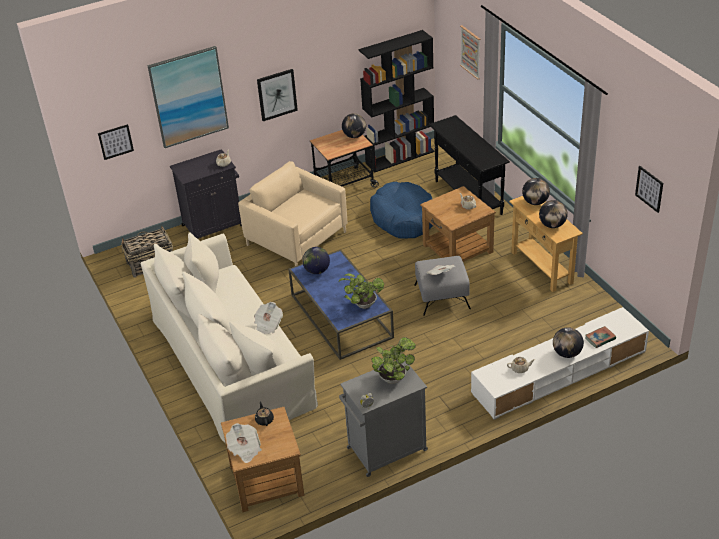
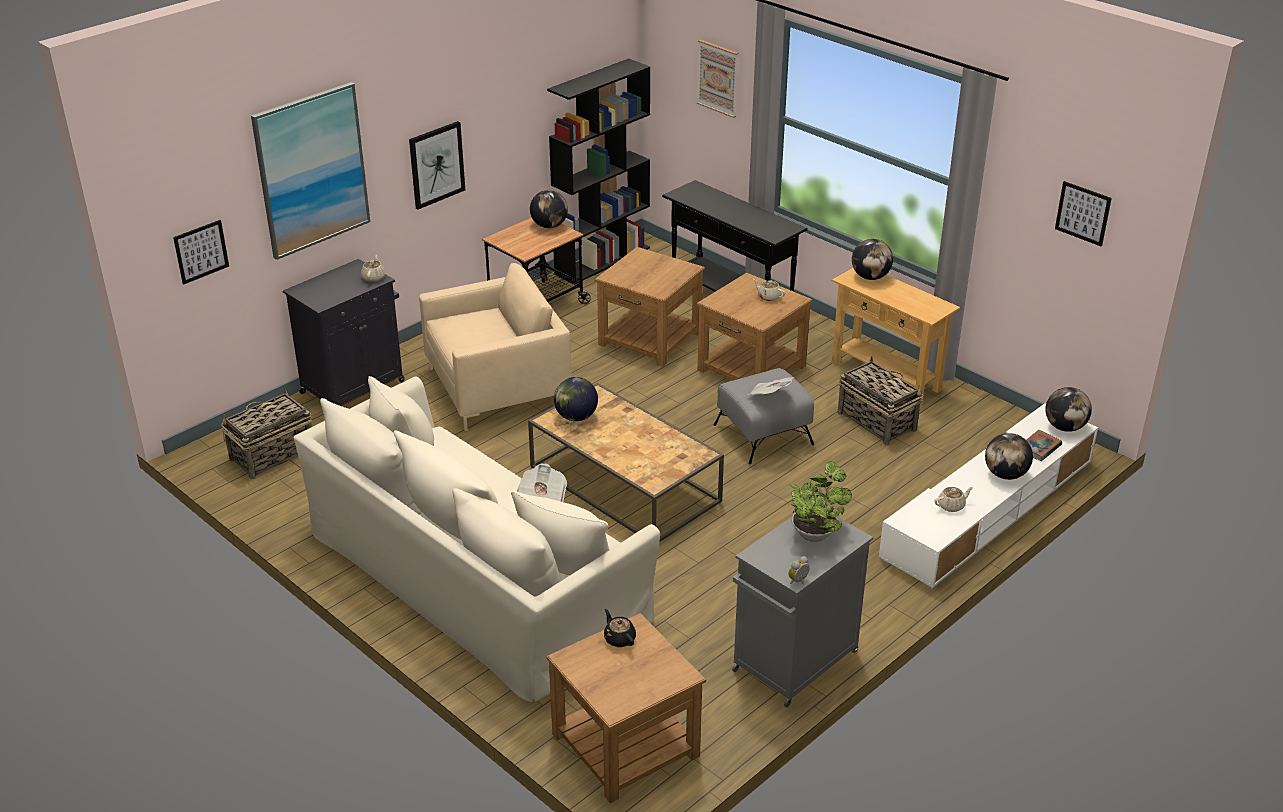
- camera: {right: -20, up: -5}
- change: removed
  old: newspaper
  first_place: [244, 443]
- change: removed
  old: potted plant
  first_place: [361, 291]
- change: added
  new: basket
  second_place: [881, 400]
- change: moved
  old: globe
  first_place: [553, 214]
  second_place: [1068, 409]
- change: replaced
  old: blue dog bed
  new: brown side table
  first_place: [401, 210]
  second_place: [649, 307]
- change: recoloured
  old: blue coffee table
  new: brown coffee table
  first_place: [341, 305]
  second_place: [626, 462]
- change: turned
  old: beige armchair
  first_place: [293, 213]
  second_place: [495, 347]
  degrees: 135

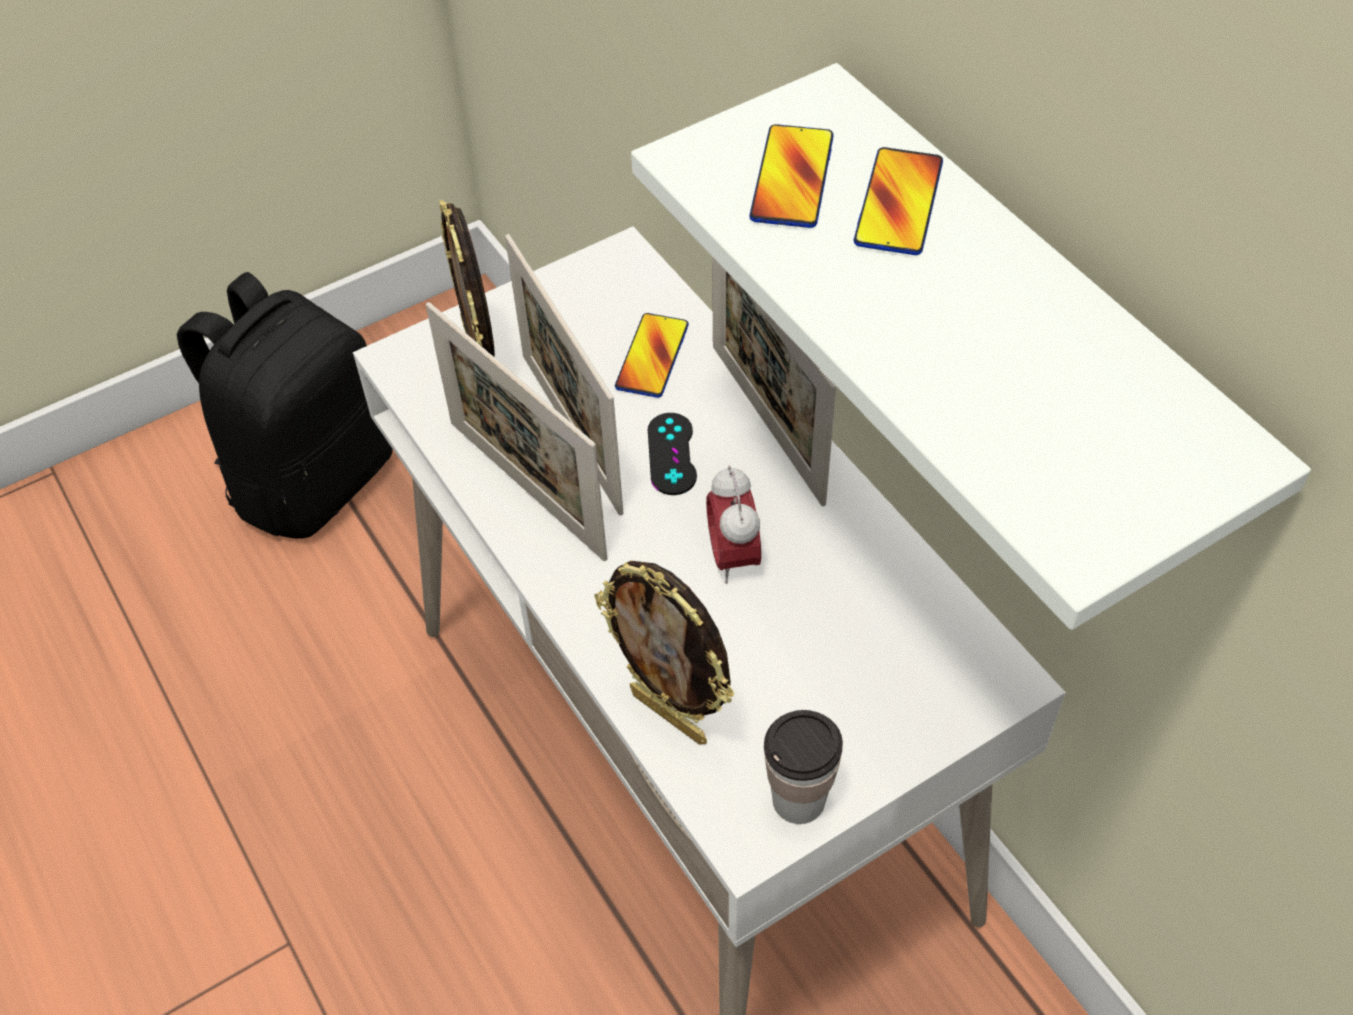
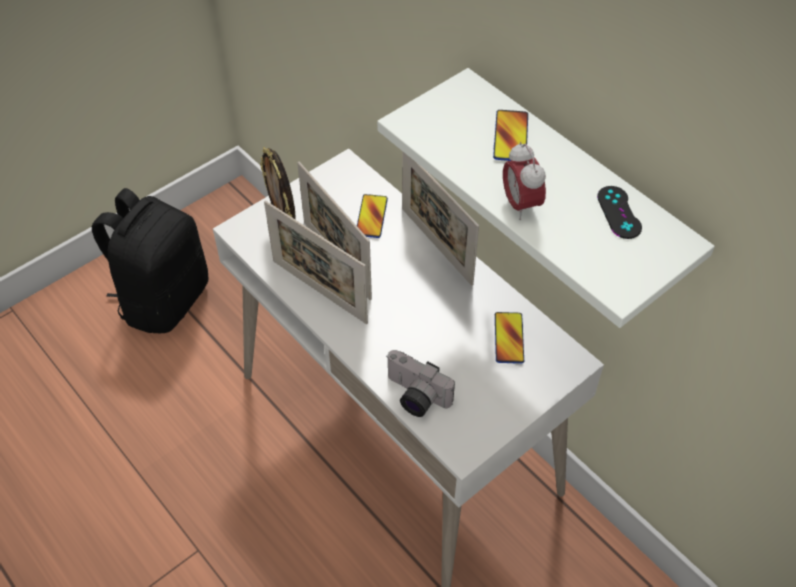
- camera: {right: -10, up: 0}
- change: removed
  old: cup
  first_place: [803, 767]
- change: moved
  old: black game controller
  first_place: [672, 454]
  second_place: [619, 212]
- change: moved
  old: alarm clock
  first_place: [733, 525]
  second_place: [524, 181]
- change: moved
  old: phone
  first_place: [791, 176]
  second_place: [509, 338]
- change: replaced
  old: picture frame
  new: photo camera
  first_place: [664, 653]
  second_place: [421, 383]

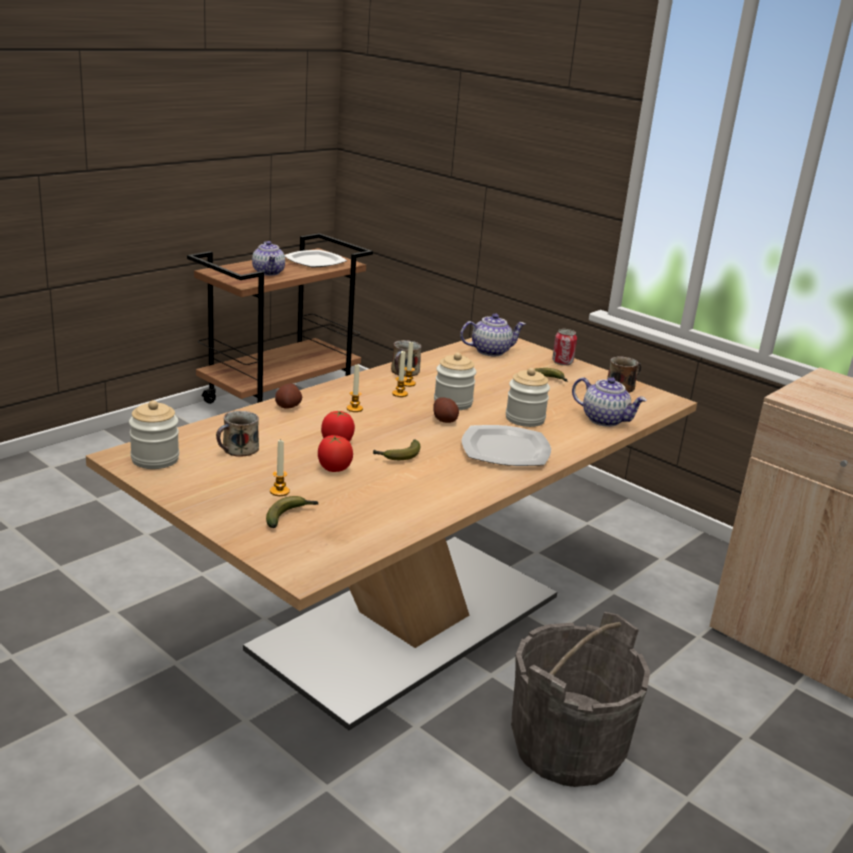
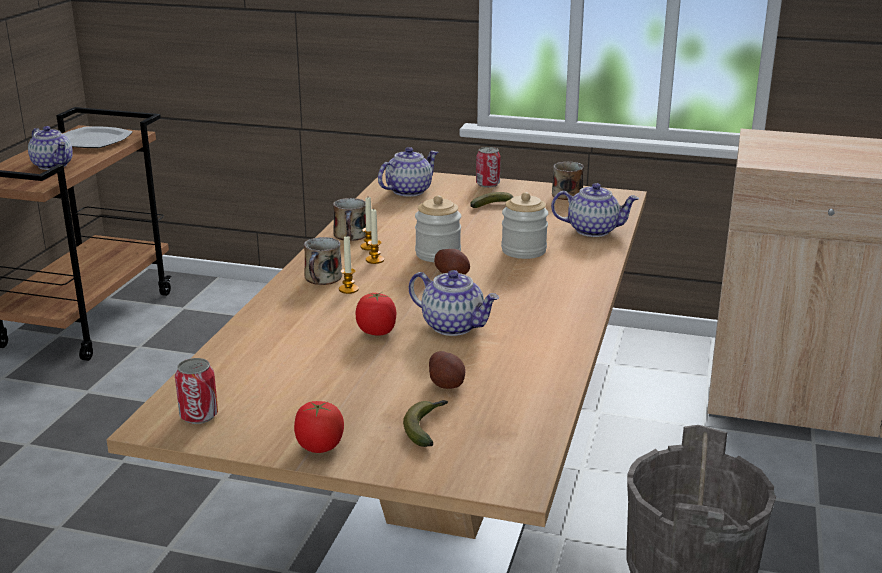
- camera: {right: -25, up: 0}
- change: removed
  old: candle
  first_place: [280, 468]
- change: removed
  old: plate
  first_place: [506, 445]
- change: moved
  old: mug
  first_place: [237, 434]
  second_place: [323, 261]
- change: moved
  old: potato
  first_place: [288, 396]
  second_place: [447, 370]
- change: moved
  old: tomato
  first_place: [335, 453]
  second_place: [319, 427]
- change: replaced
  old: jar
  new: can
  first_place: [154, 434]
  second_place: [196, 391]
- change: replaced
  old: banana
  new: teapot
  first_place: [396, 449]
  second_place: [454, 303]

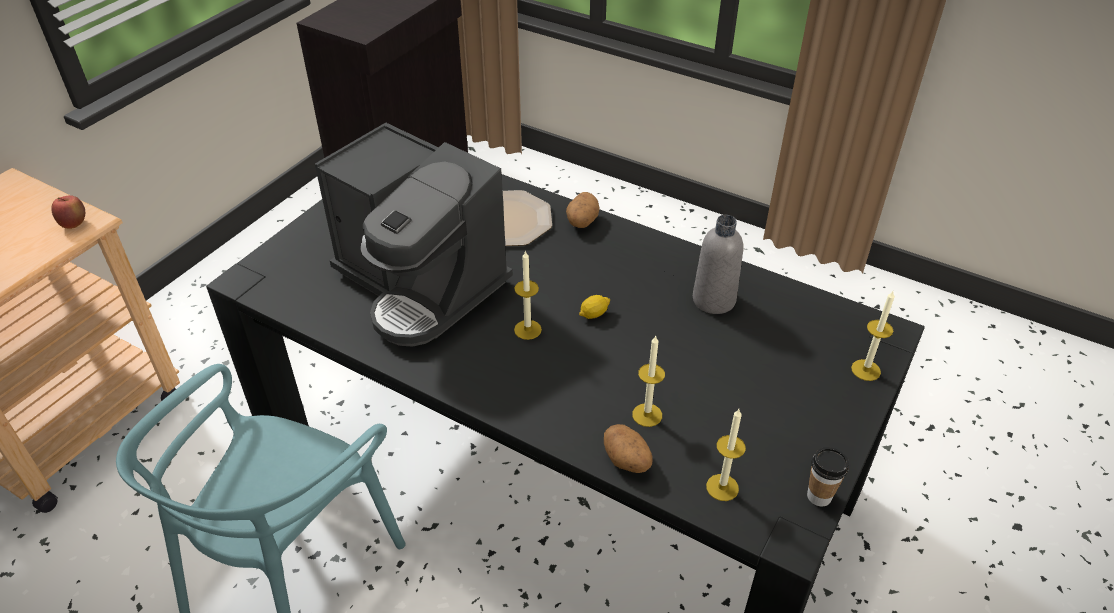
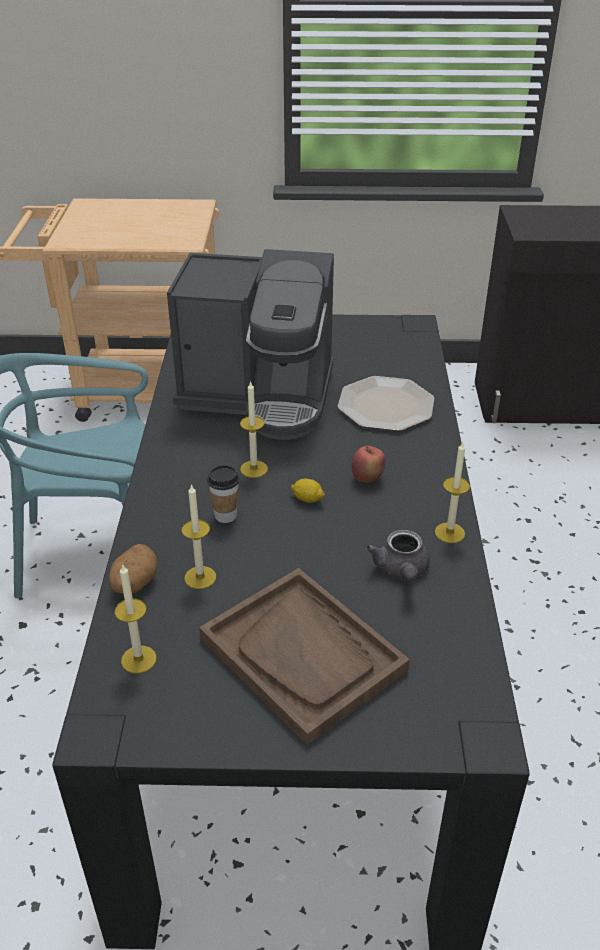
- camera: {right: 60, up: -5}
- change: removed
  old: potato
  first_place: [583, 210]
- change: added
  new: brown tray
  second_place: [304, 656]
- change: moved
  old: apple
  first_place: [68, 212]
  second_place: [369, 464]
- change: moved
  old: cup
  first_place: [828, 477]
  second_place: [223, 494]
- change: moved
  old: candle
  first_place: [873, 336]
  second_place: [452, 492]
- change: replaced
  old: grey bottle
  new: grey teapot
  first_place: [718, 264]
  second_place: [398, 556]
- change: turned
  old: coffee machine
  first_place: [414, 234]
  second_place: [250, 344]
  degrees: -90

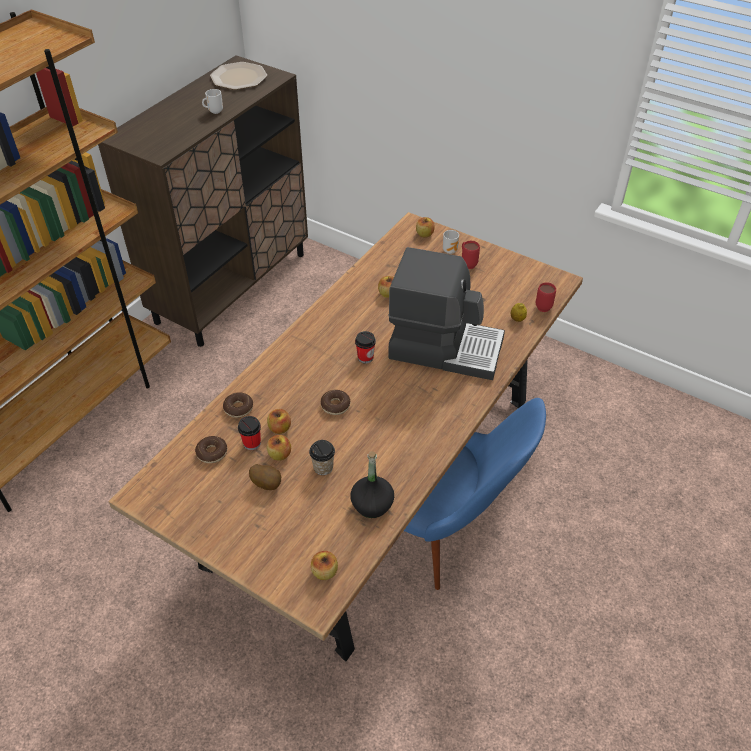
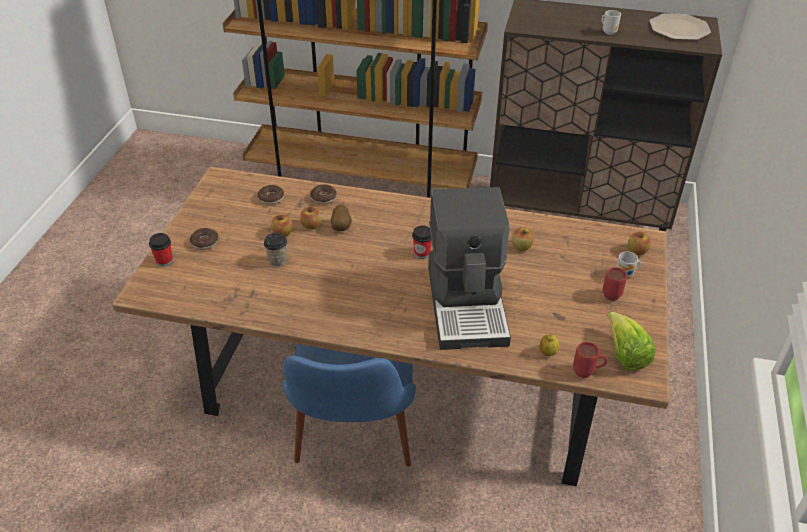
- camera: {right: 70, up: -5}
- change: removed
  old: apple
  first_place: [324, 565]
- change: removed
  old: black bottle
  first_place: [372, 484]
- change: added
  new: lettuce
  second_place: [632, 341]
- change: moved
  old: cup
  first_place: [249, 433]
  second_place: [161, 250]
- change: moved
  old: potato
  first_place: [265, 477]
  second_place: [341, 218]
- change: moved
  old: donut
  first_place: [335, 402]
  second_place: [204, 239]

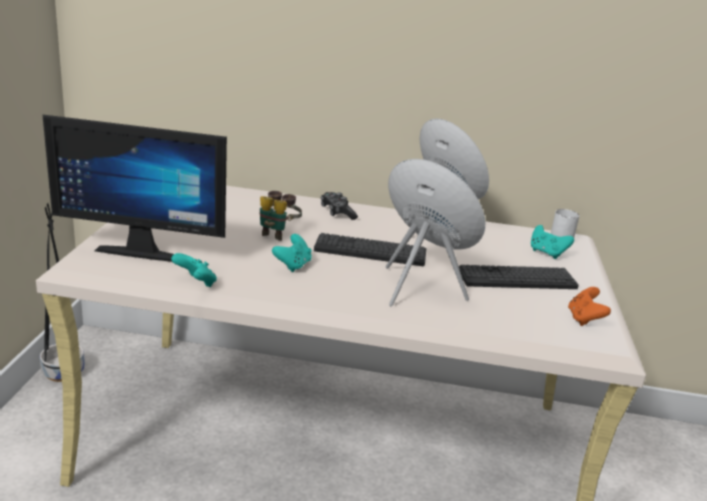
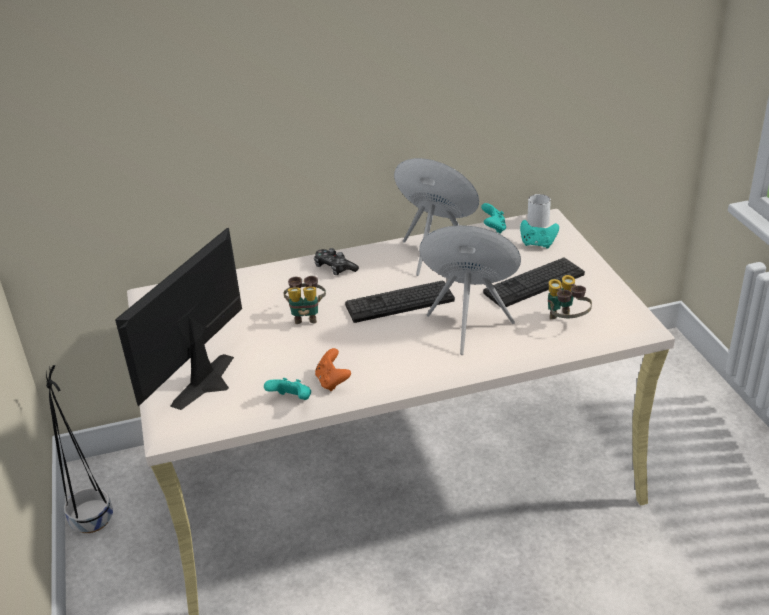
- camera: {right: -20, up: 10}
- change: added
  new: binoculars
  second_place: [570, 297]
- change: moved
  old: turquoise game controller
  first_place: [292, 253]
  second_place: [493, 218]
- change: moved
  old: orange game controller
  first_place: [589, 306]
  second_place: [333, 369]
- change: turned
  old: monitor
  first_place: [134, 188]
  second_place: [178, 319]
  degrees: 135

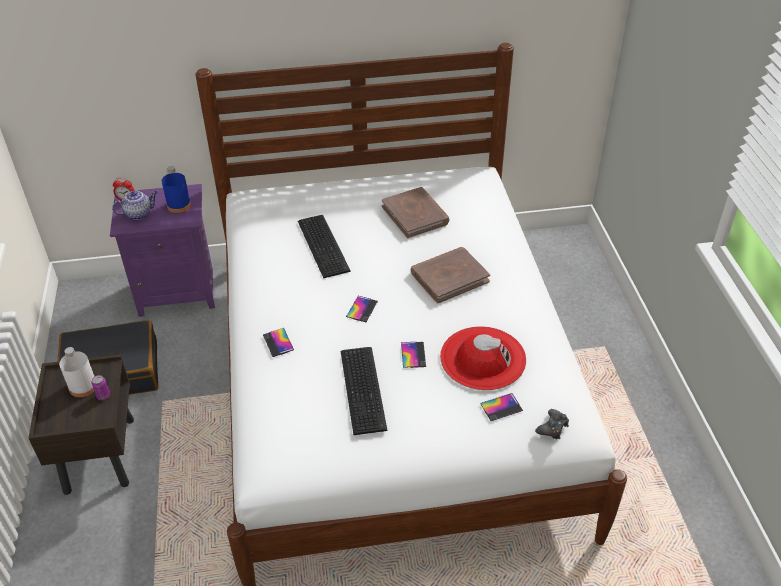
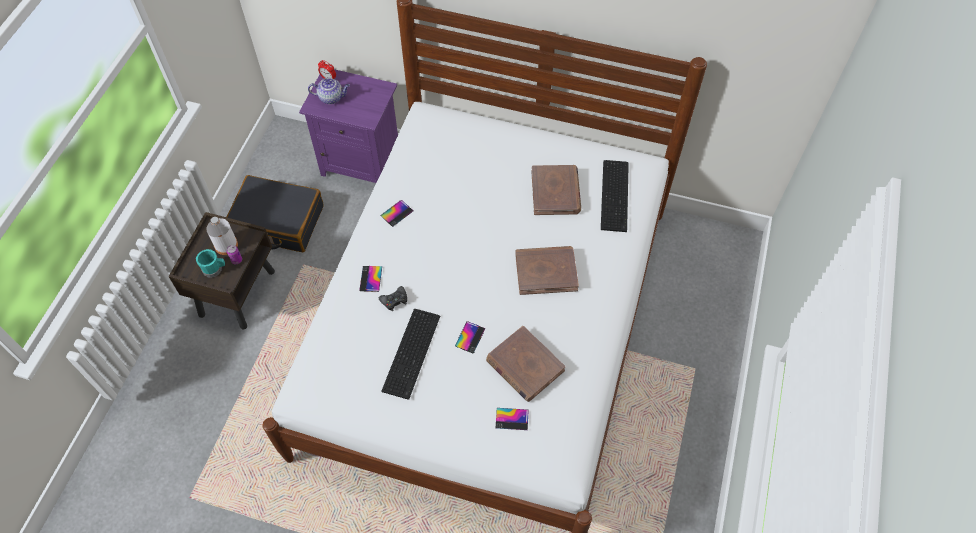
- camera: {right: 25, up: 15}
- change: removed
  old: blue bottle
  first_place: [176, 189]
- change: added
  new: turquoise mug
  second_place: [210, 263]
- change: moved
  old: keyboard
  first_place: [324, 246]
  second_place: [615, 196]
- change: moved
  old: phone
  first_place: [362, 309]
  second_place: [396, 213]
- change: moved
  old: black game controller
  first_place: [552, 424]
  second_place: [393, 298]
- change: replaced
  old: red hat
  new: brown book
  first_place: [483, 358]
  second_place: [526, 364]

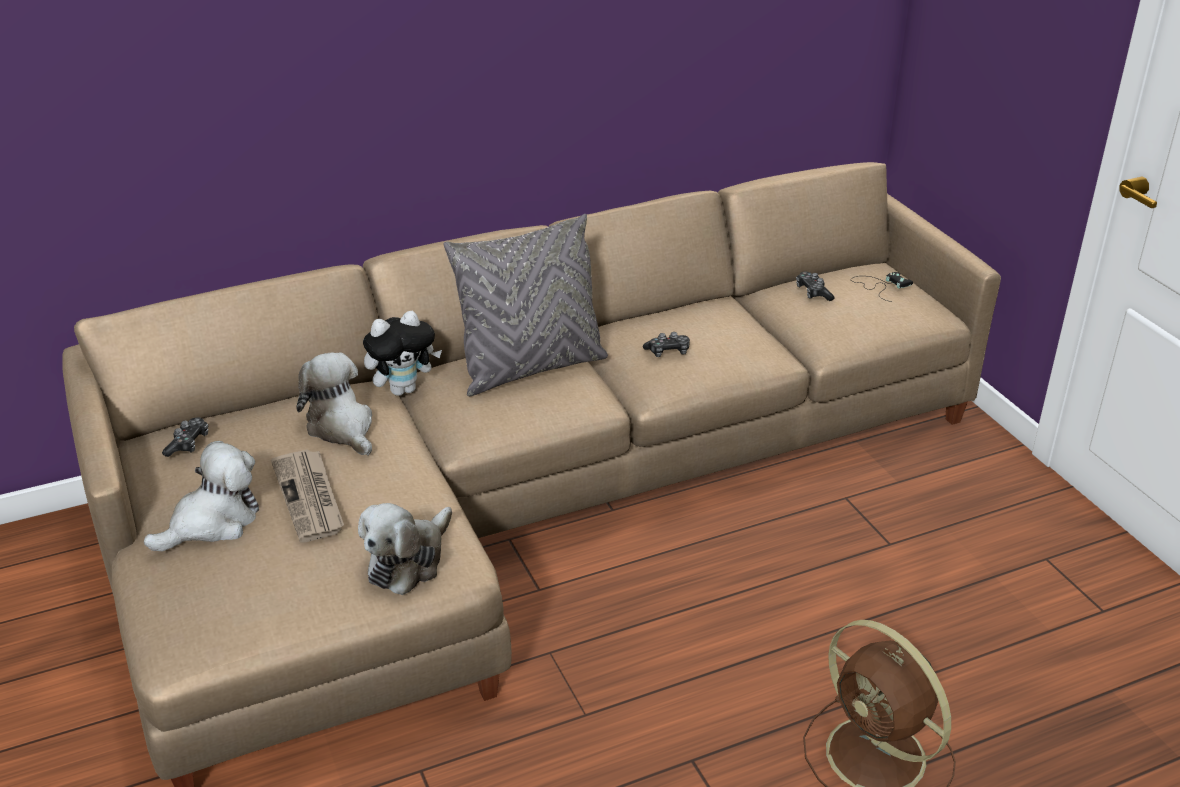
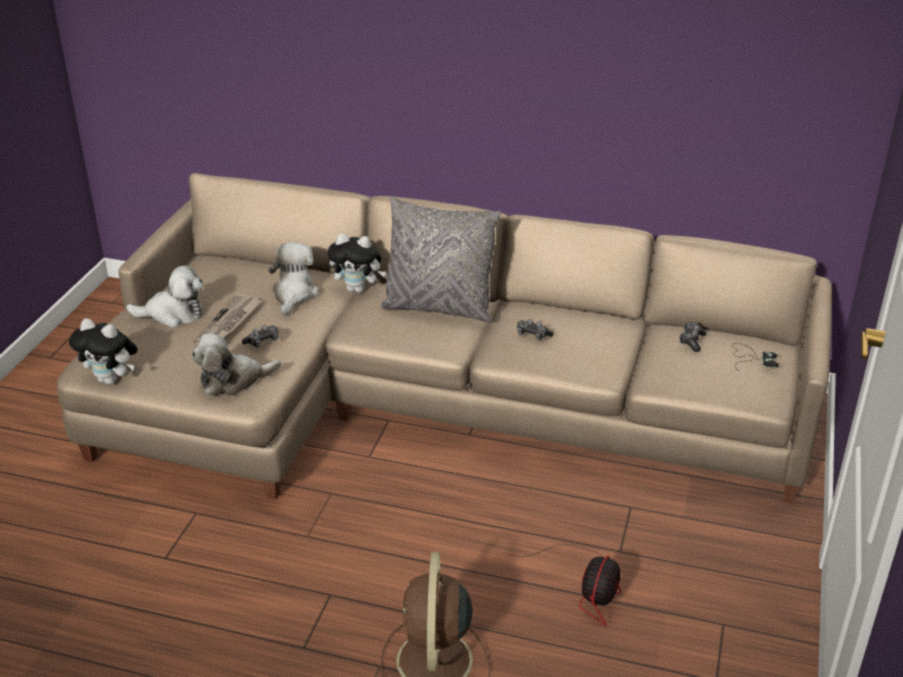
- camera: {right: 40, up: 0}
- change: added
  new: plush toy
  second_place: [103, 351]
- change: added
  new: fan
  second_place: [561, 585]
- change: moved
  old: game controller
  first_place: [185, 437]
  second_place: [260, 336]

